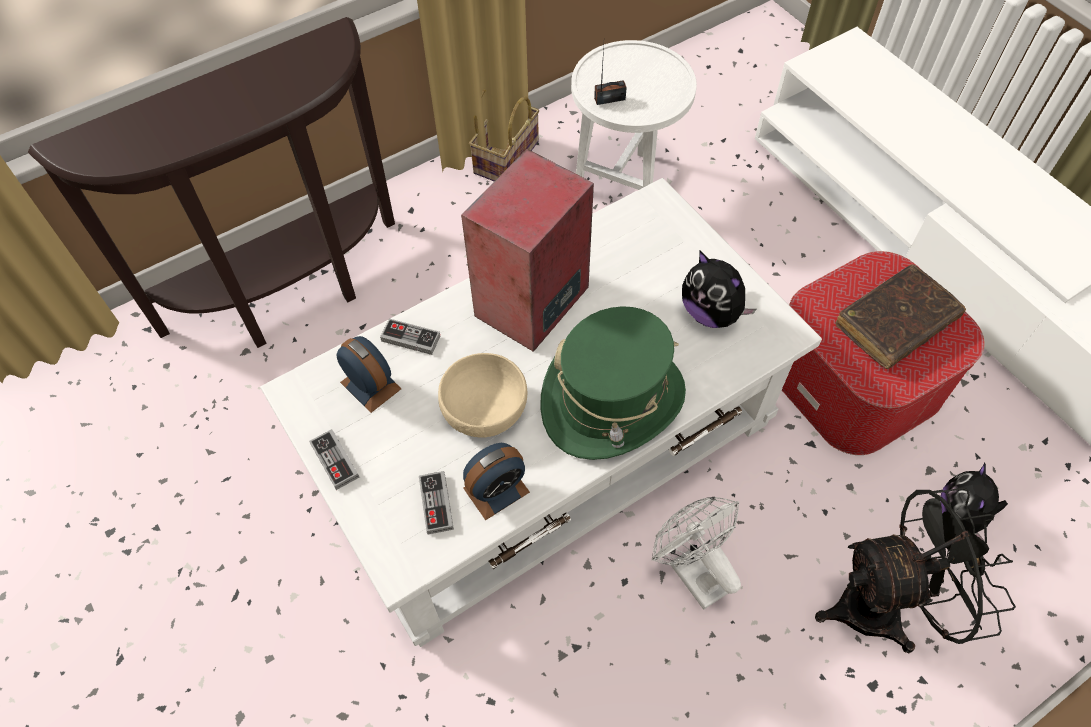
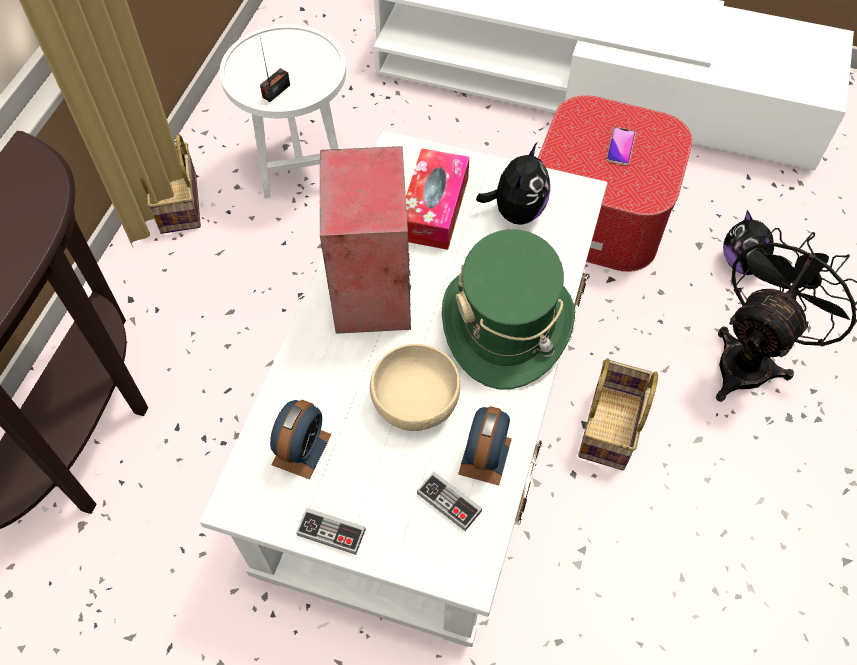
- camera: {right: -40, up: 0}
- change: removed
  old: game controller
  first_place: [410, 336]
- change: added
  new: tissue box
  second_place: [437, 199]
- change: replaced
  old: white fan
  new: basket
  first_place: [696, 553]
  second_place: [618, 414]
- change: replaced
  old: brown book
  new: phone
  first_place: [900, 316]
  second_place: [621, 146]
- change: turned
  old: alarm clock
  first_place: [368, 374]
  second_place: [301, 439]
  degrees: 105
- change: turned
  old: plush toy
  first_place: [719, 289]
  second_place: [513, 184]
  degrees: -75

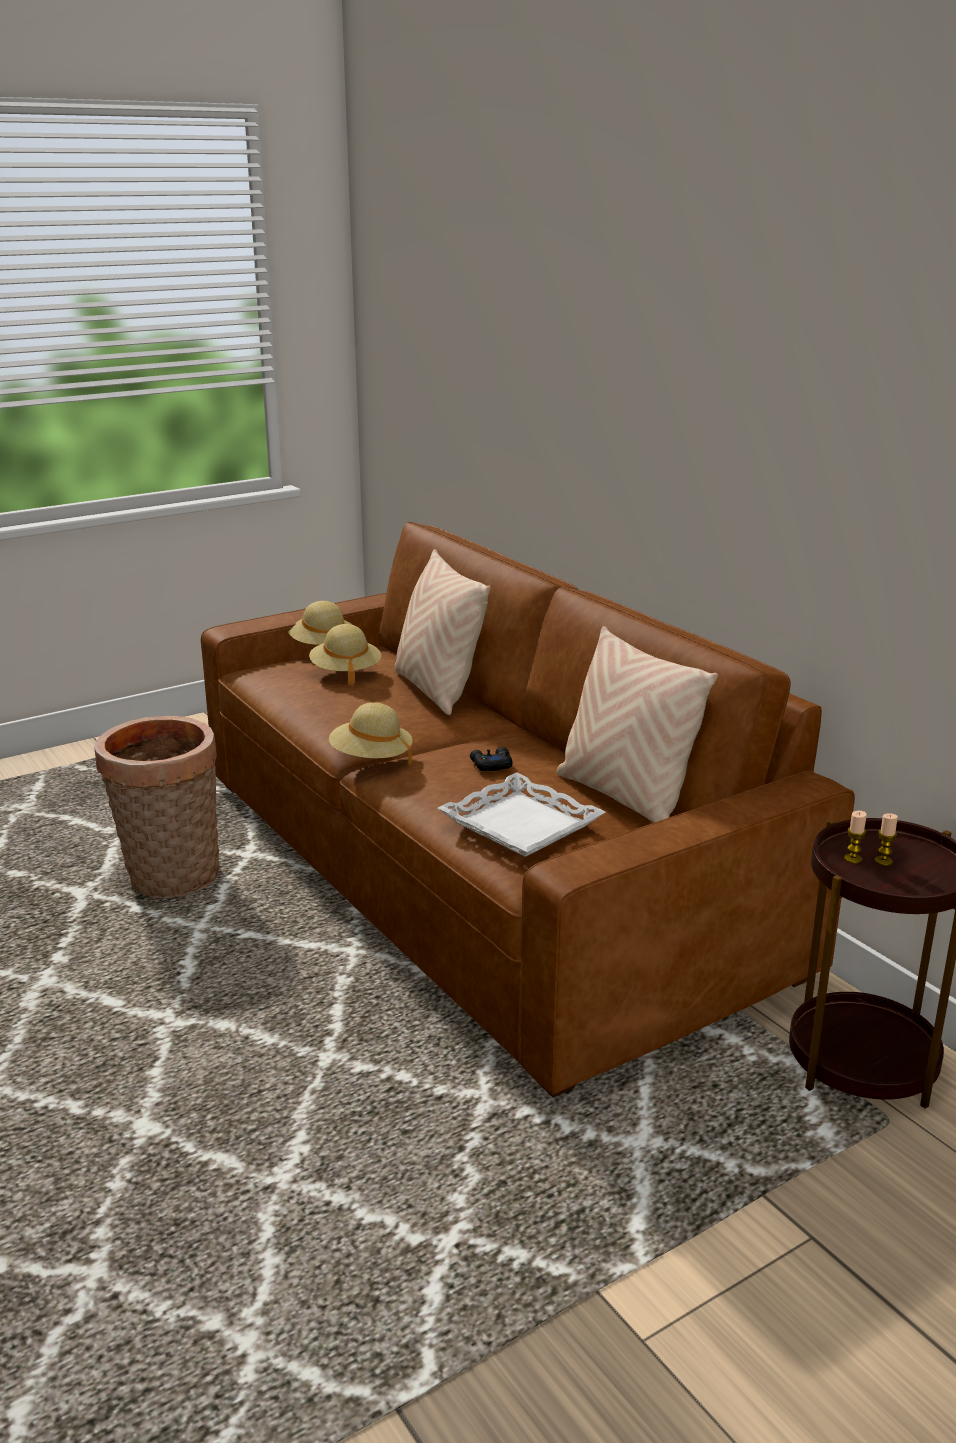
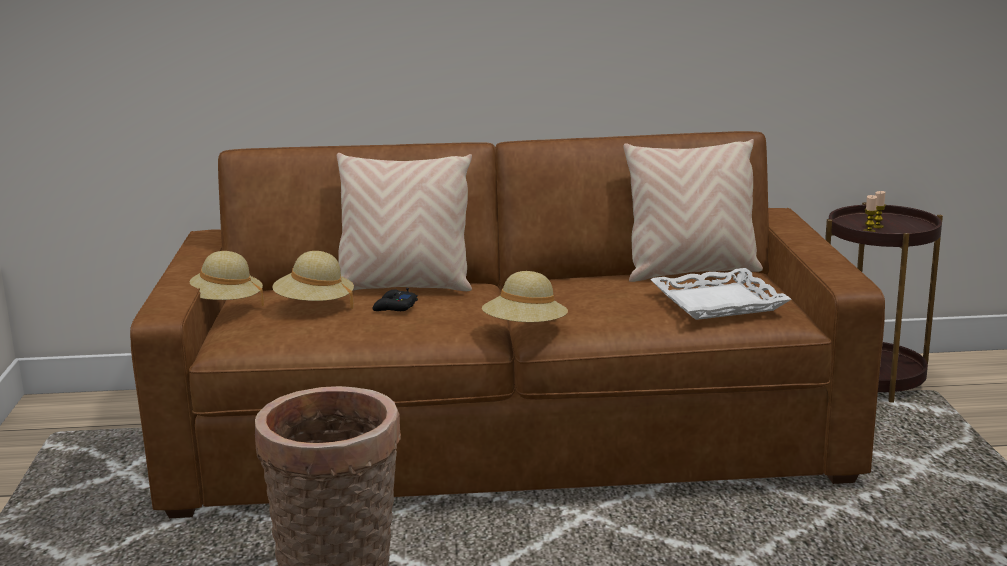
- camera: {right: -60, up: -5}
- change: moved
  old: black game controller
  first_place: [491, 759]
  second_place: [395, 299]

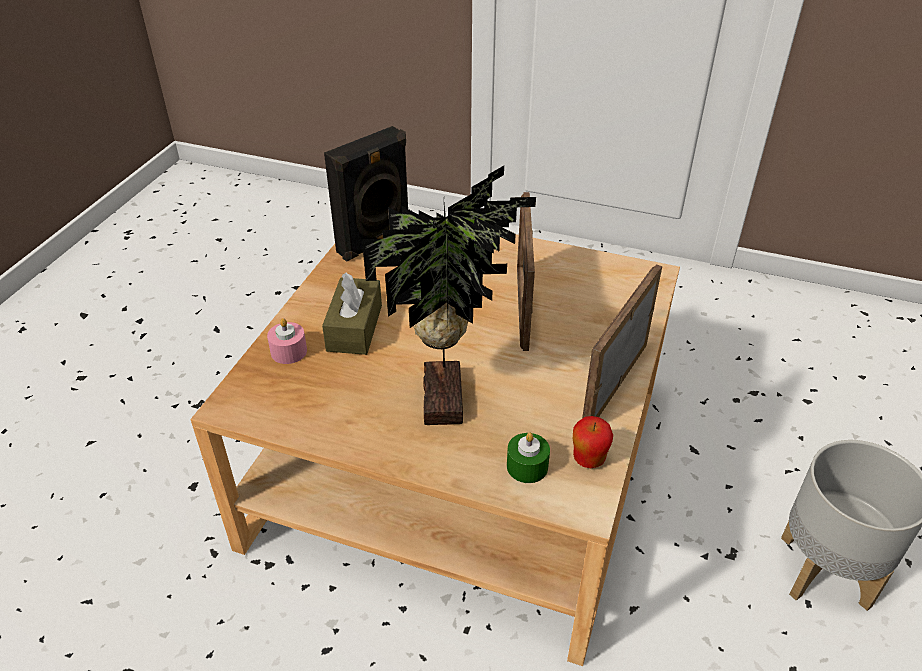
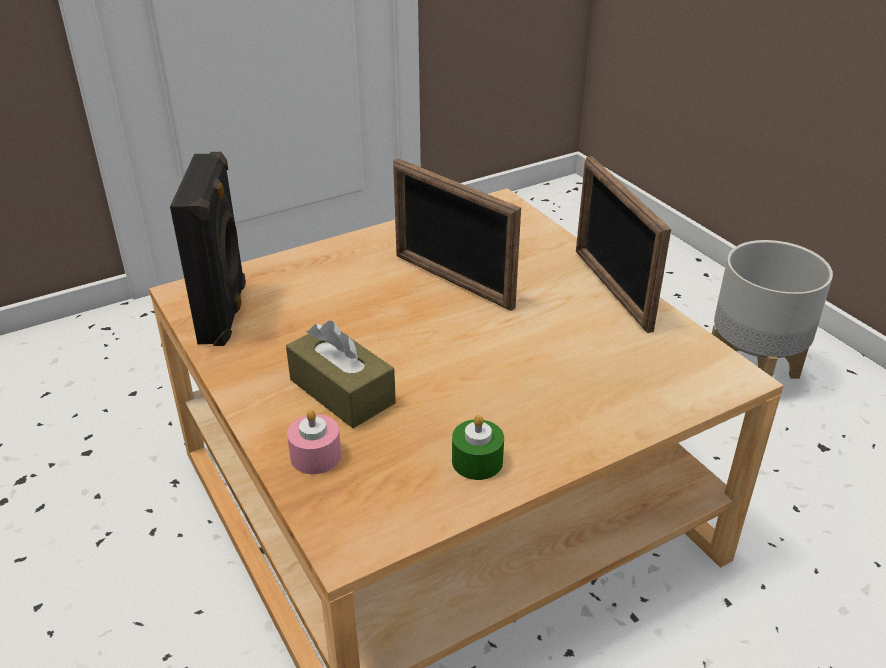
- camera: {right: -50, up: -5}
- change: removed
  old: potted plant
  first_place: [449, 295]
- change: removed
  old: apple
  first_place: [593, 442]
- change: moved
  old: green candle
  first_place: [528, 458]
  second_place: [478, 447]

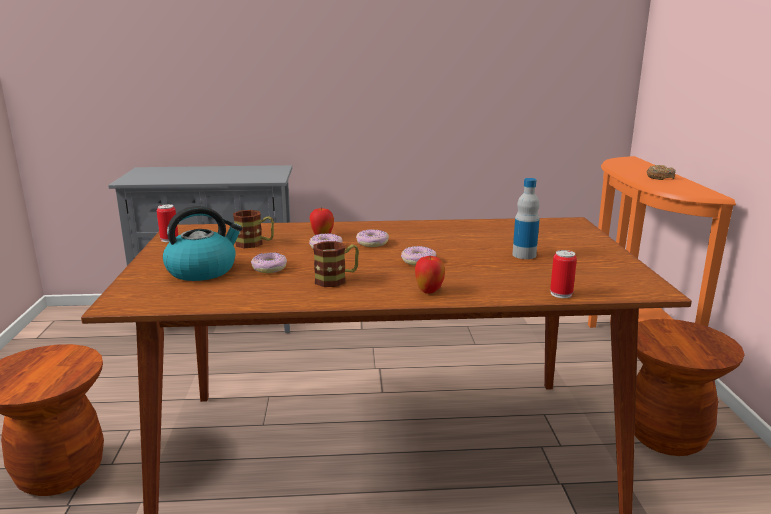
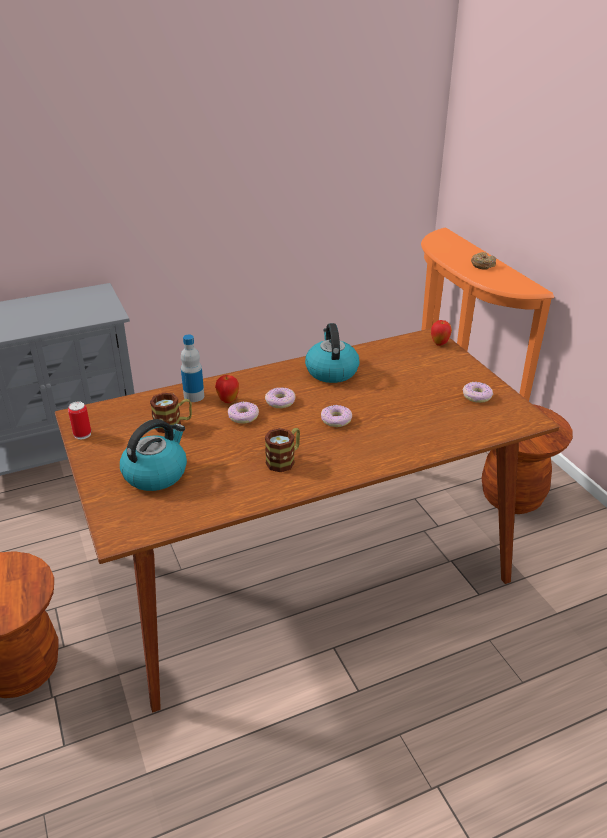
- camera: {right: -20, up: 15}
- change: removed
  old: can
  first_place: [563, 274]
- change: added
  new: kettle
  second_place: [332, 353]
- change: moved
  old: donut
  first_place: [269, 262]
  second_place: [478, 392]
- change: moved
  old: apple
  first_place: [430, 275]
  second_place: [441, 333]
- change: moved
  old: bottle
  first_place: [525, 218]
  second_place: [192, 368]

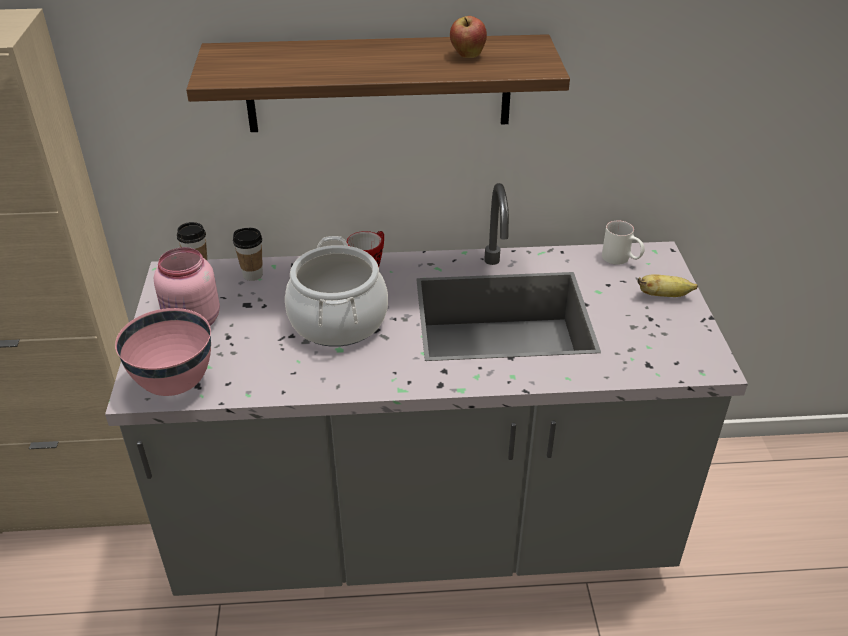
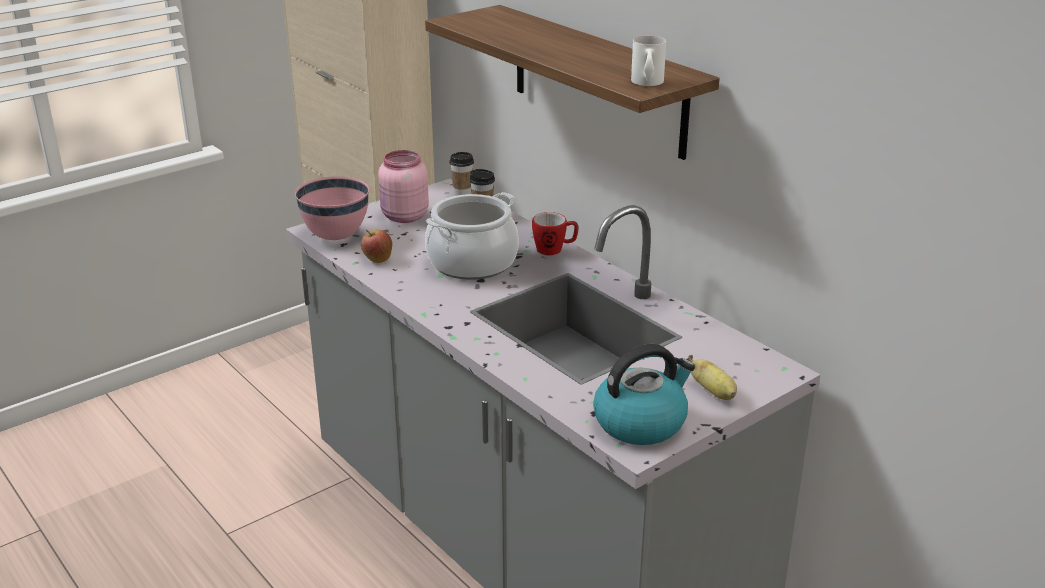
- camera: {right: 55, up: -10}
- change: added
  new: kettle
  second_place: [644, 394]
- change: moved
  old: apple
  first_place: [468, 37]
  second_place: [376, 246]
- change: moved
  old: white mug
  first_place: [623, 243]
  second_place: [648, 60]

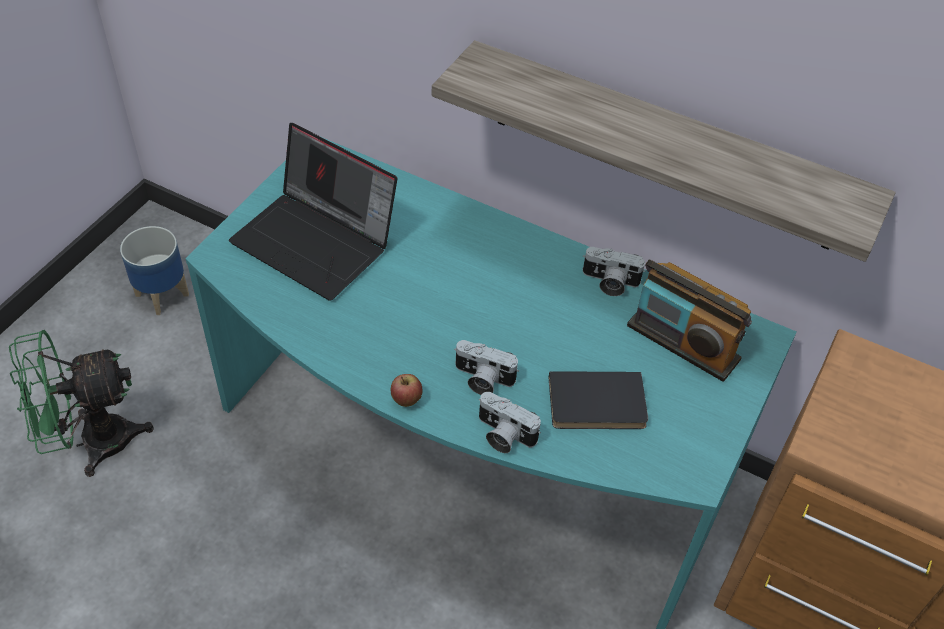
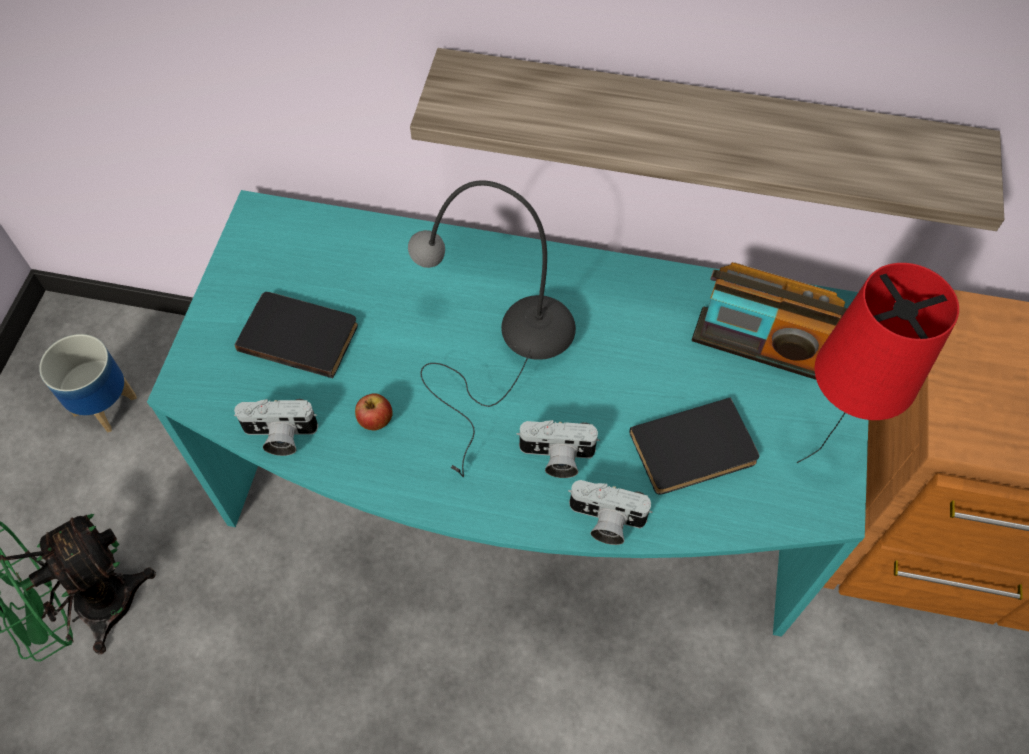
- camera: {right: -15, up: 10}
- change: added
  new: grey table lamp
  second_place: [492, 328]
- change: added
  new: red table lamp
  second_place: [878, 363]
- change: moved
  old: apple
  first_place: [407, 390]
  second_place: [374, 412]
- change: moved
  old: photo camera
  first_place: [613, 271]
  second_place: [276, 427]
- change: replaced
  old: laptop
  new: black book
  first_place: [313, 212]
  second_place: [296, 335]

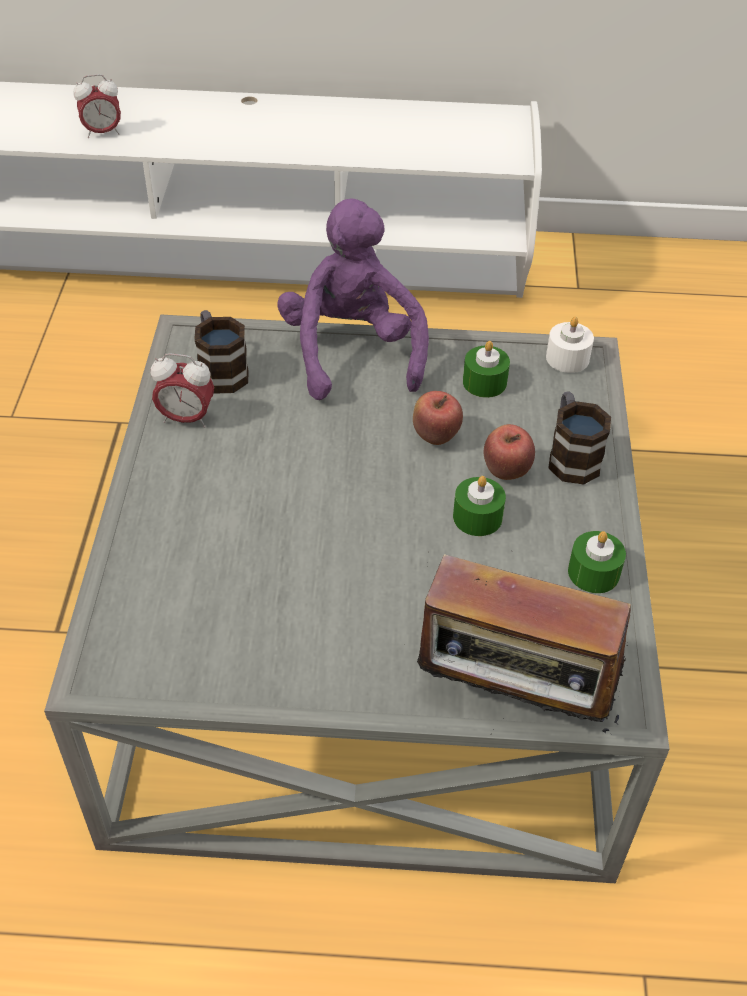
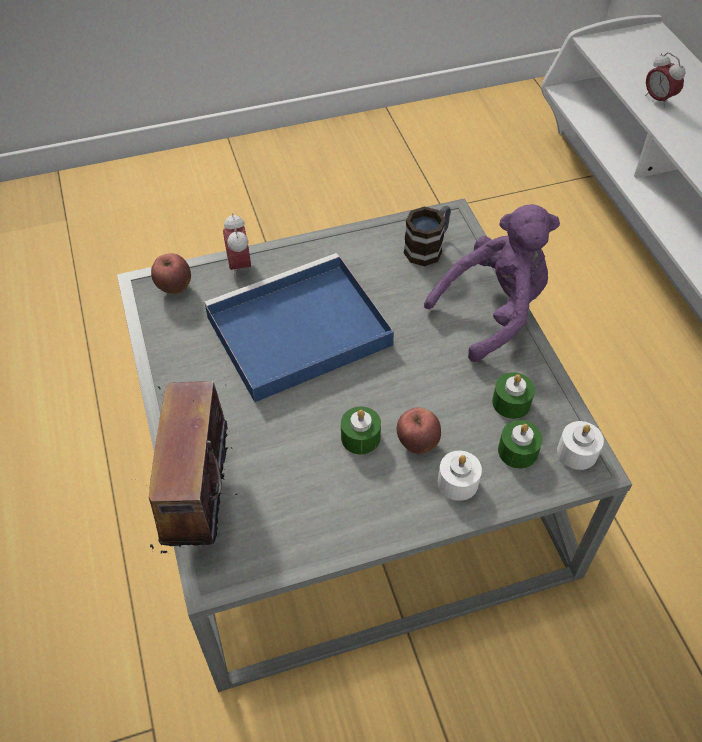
- camera: {right: 70, up: 5}
- change: added
  new: blue tray
  second_place: [299, 327]
- change: moved
  old: alarm clock
  first_place: [182, 390]
  second_place: [237, 245]
- change: moved
  old: apple
  first_place: [438, 418]
  second_place: [171, 273]
- change: moved
  old: green candle
  first_place: [597, 562]
  second_place: [520, 444]
- change: replaced
  old: mug
  new: white candle
  first_place: [579, 438]
  second_place: [460, 476]

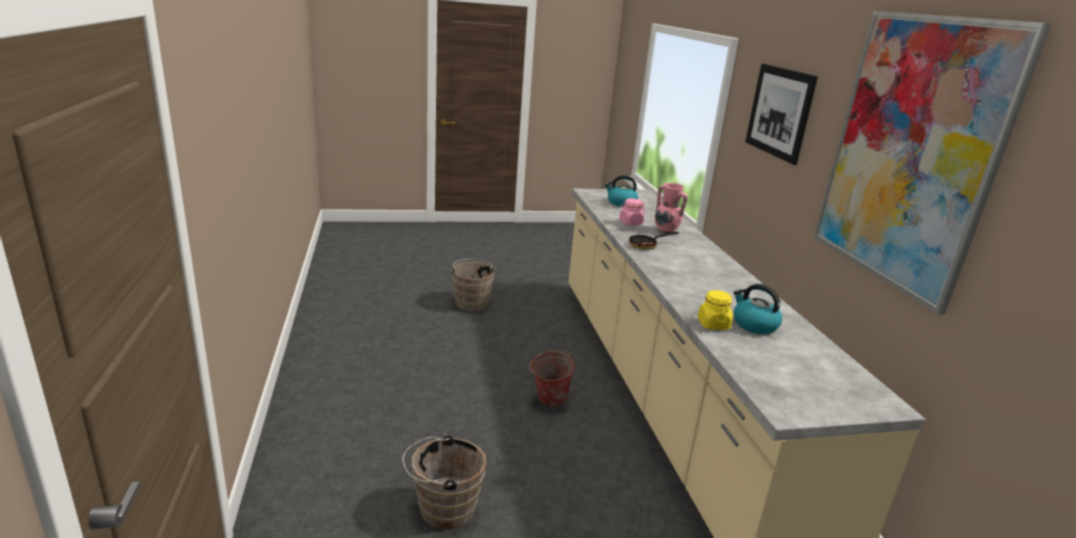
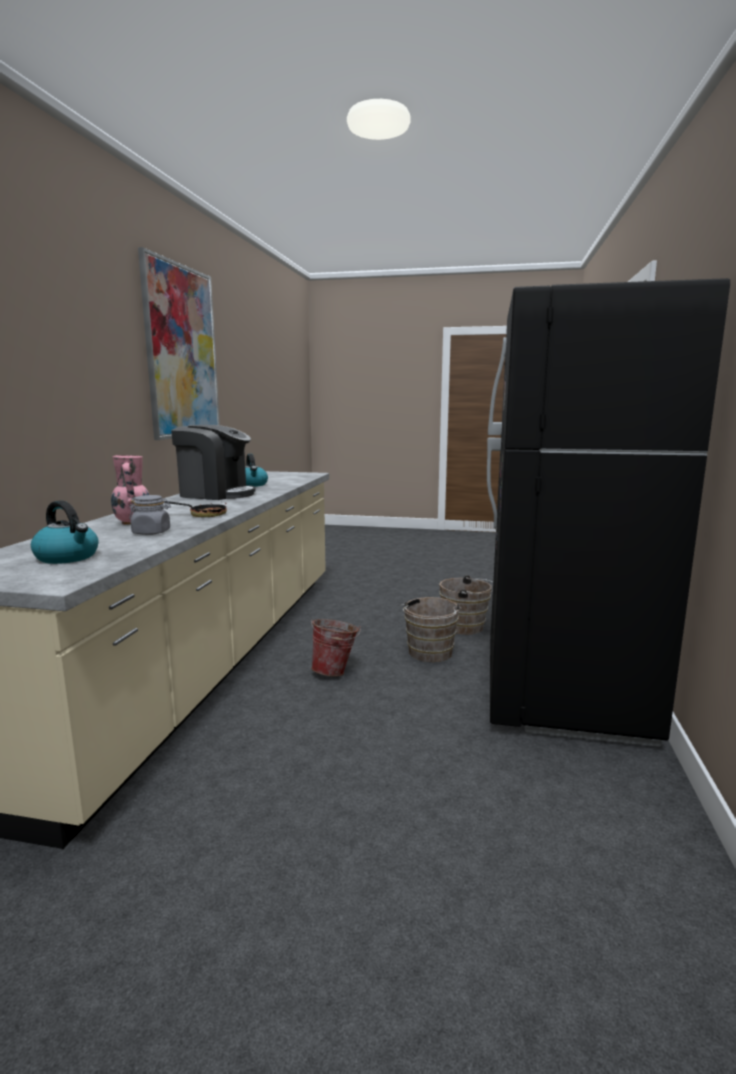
- camera: {right: -155, up: -10}
- change: removed
  old: yellow jar
  first_place: [715, 310]
- change: removed
  old: picture
  first_place: [781, 114]
- change: added
  new: coffee machine
  second_place: [213, 462]
- change: added
  new: black fridge
  second_place: [608, 512]
- change: moved
  old: brown bucket
  first_place: [473, 285]
  second_place: [431, 629]
- change: recoloured
  old: pink jar
  new: grey jar
  first_place: [632, 212]
  second_place: [150, 515]

